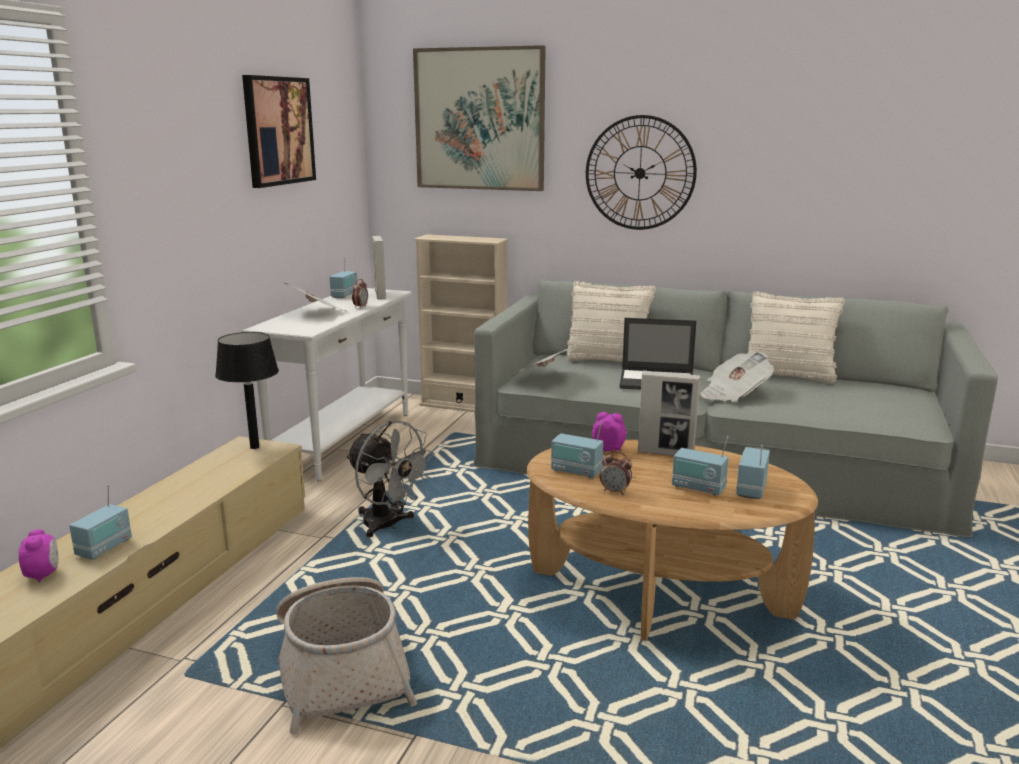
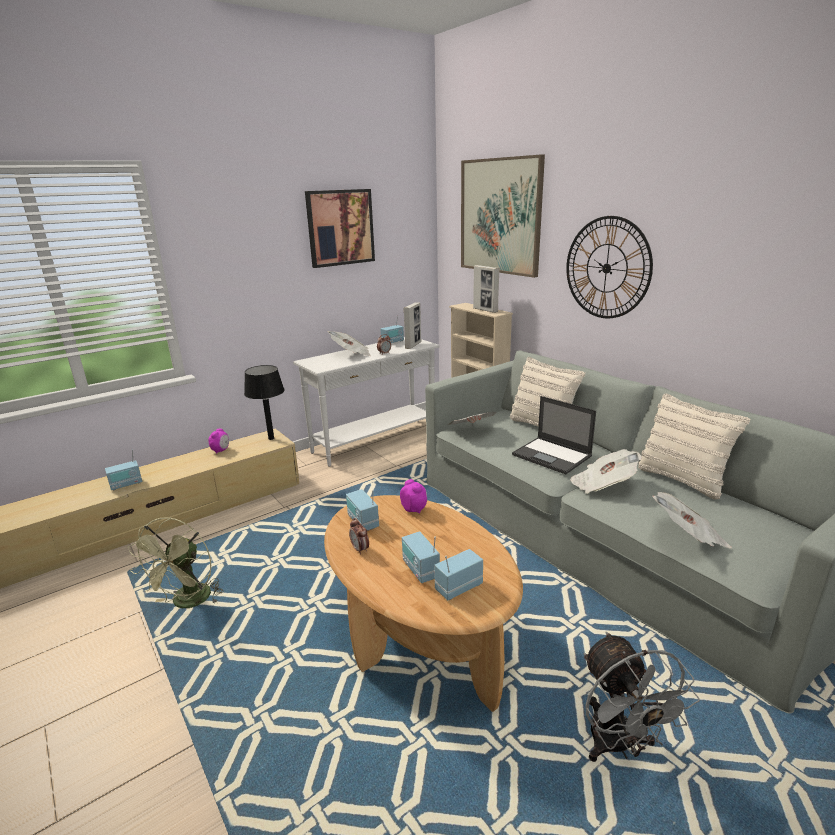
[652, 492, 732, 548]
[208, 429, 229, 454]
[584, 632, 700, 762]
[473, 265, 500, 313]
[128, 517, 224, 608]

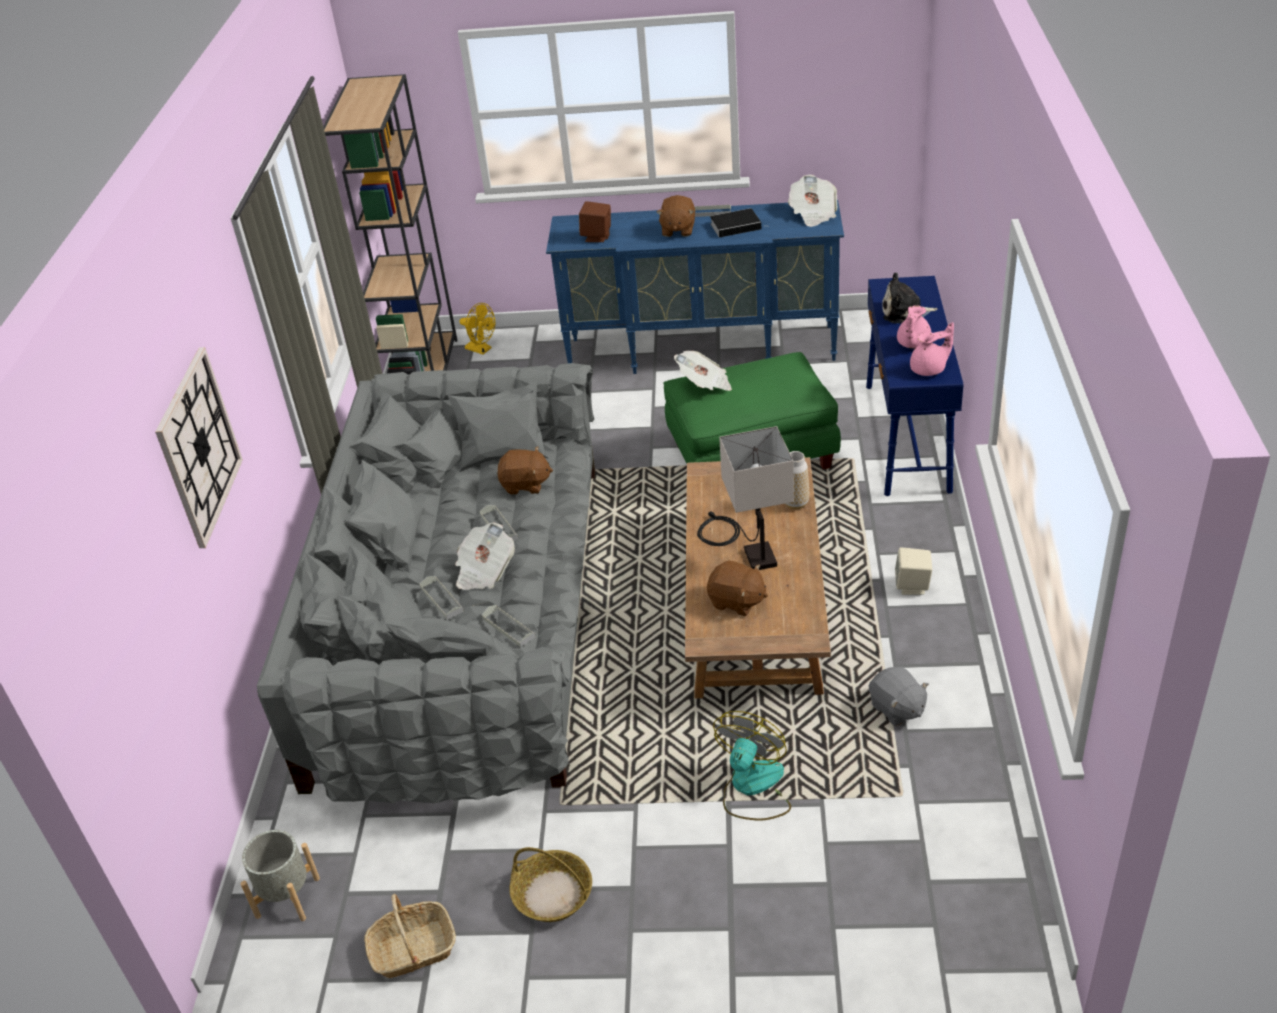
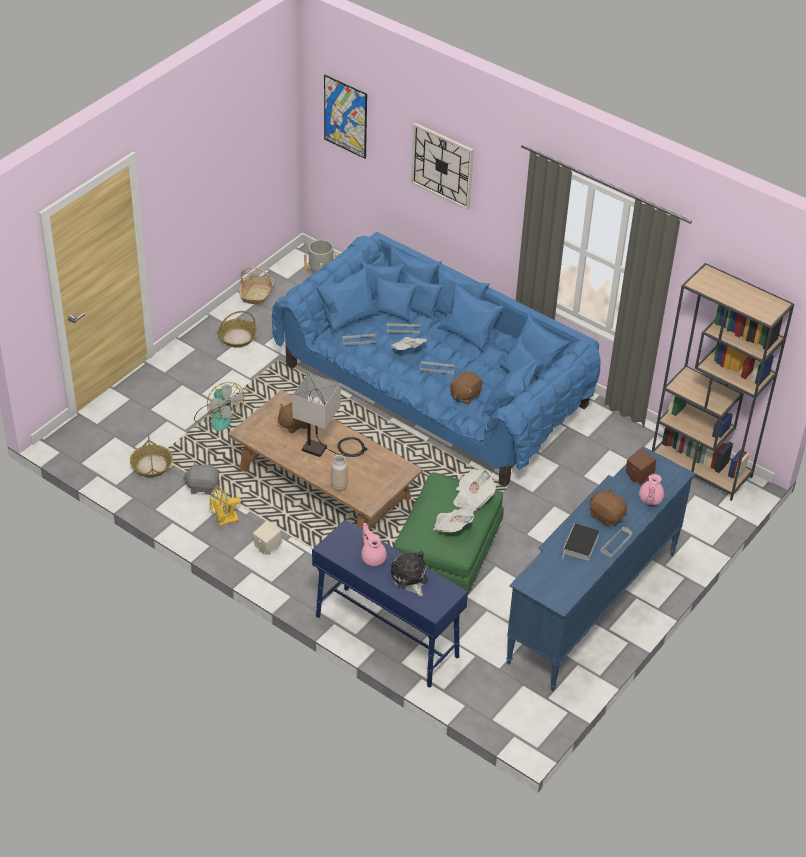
[130, 434, 173, 477]
[324, 75, 367, 159]
[209, 486, 241, 526]
[433, 508, 474, 532]
[639, 474, 664, 505]
[272, 232, 601, 487]
[390, 551, 428, 596]

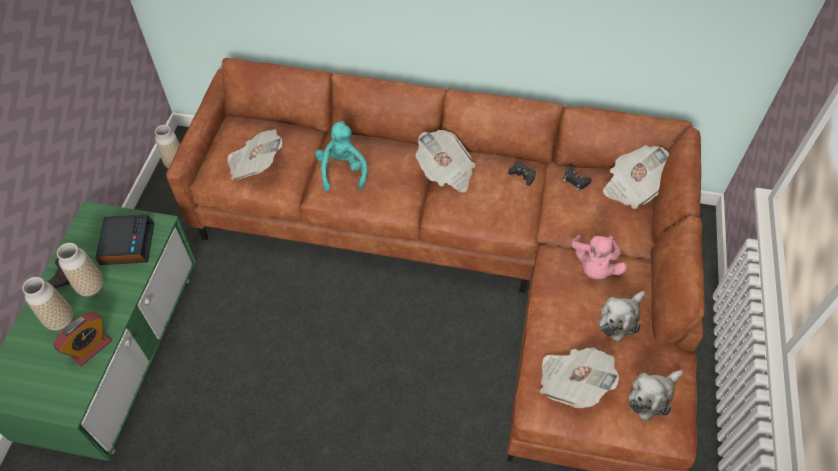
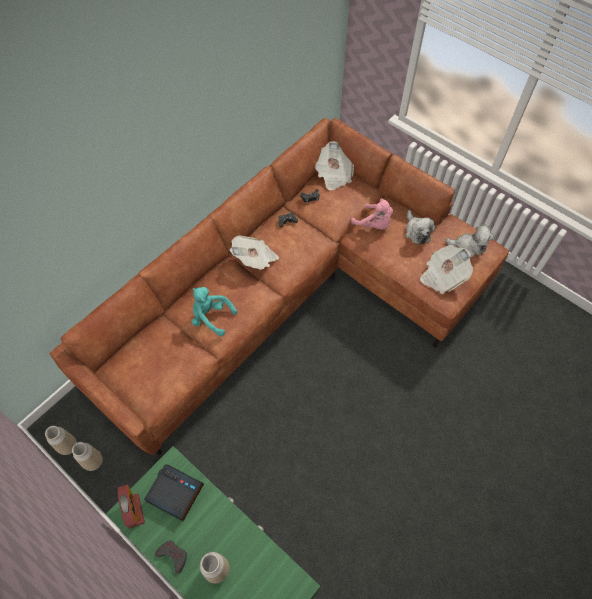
[227, 129, 282, 180] (first image)
[118, 485, 145, 529]
[72, 442, 103, 471]
[446, 224, 494, 257]

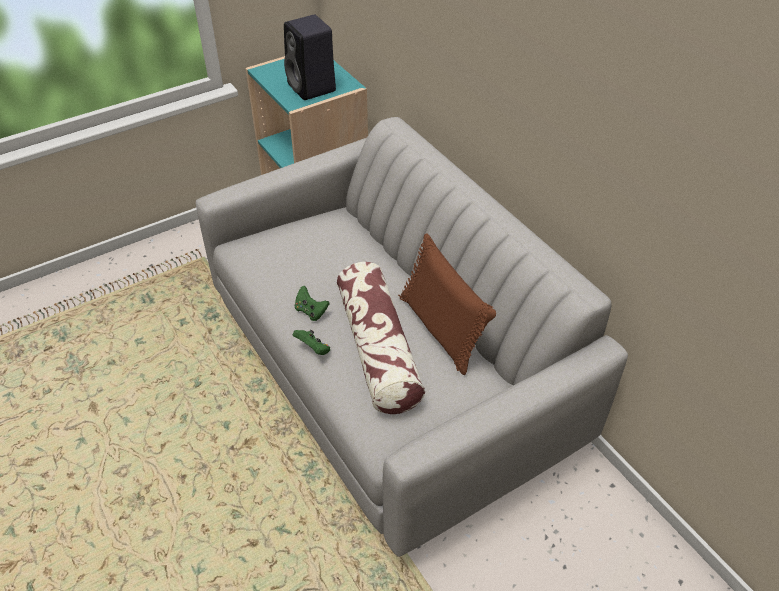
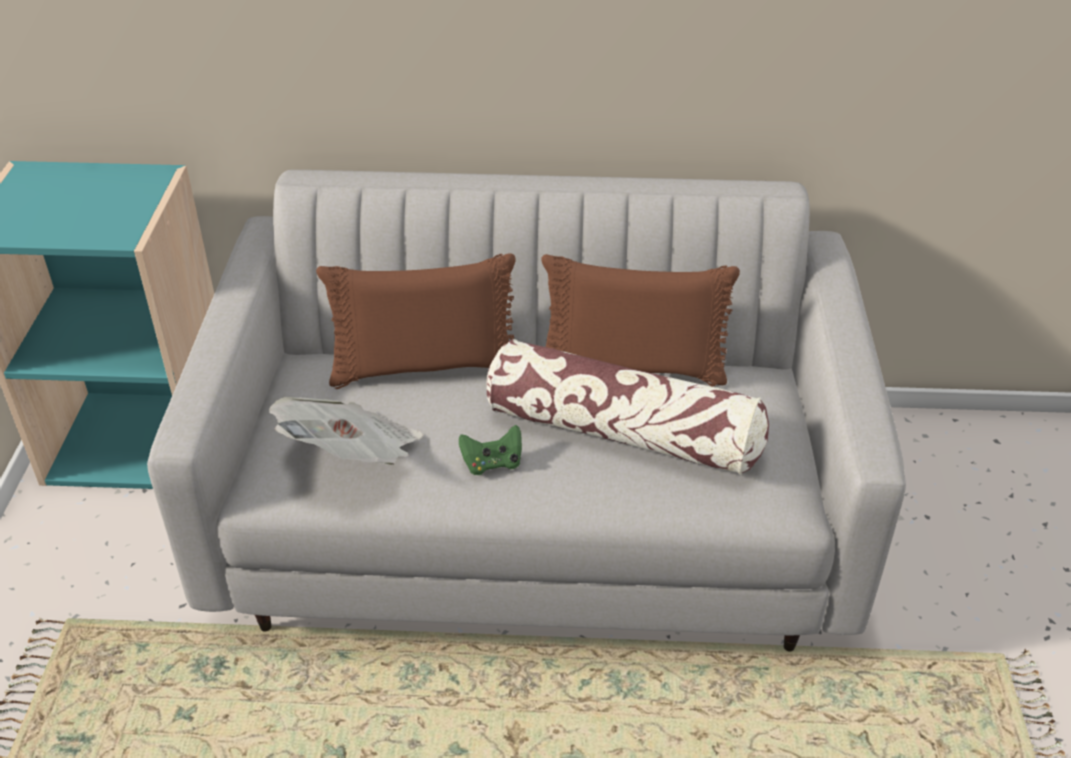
[284, 15, 336, 100] (first image)
[293, 330, 330, 355] (first image)
[269, 397, 423, 465]
[316, 253, 515, 389]

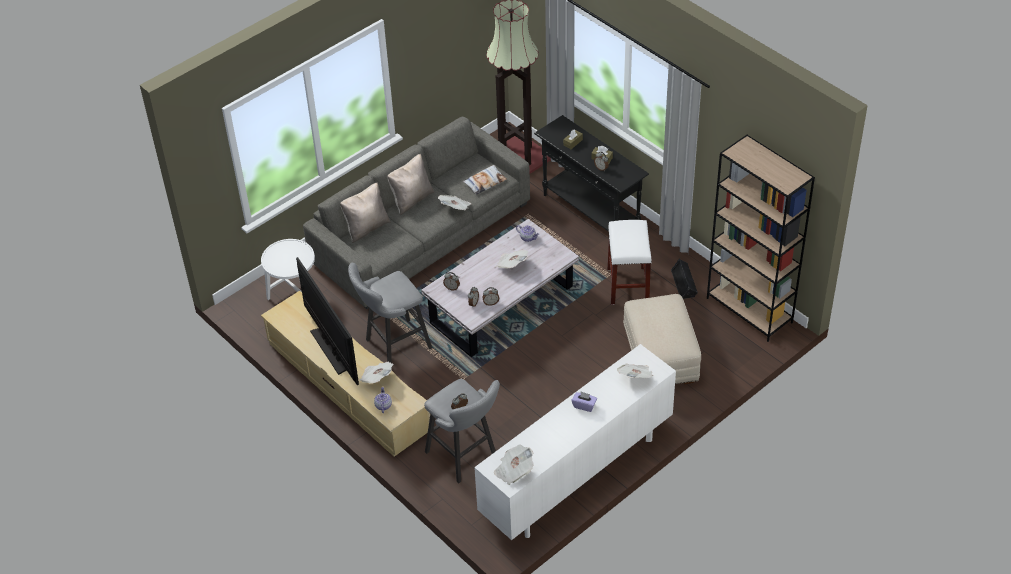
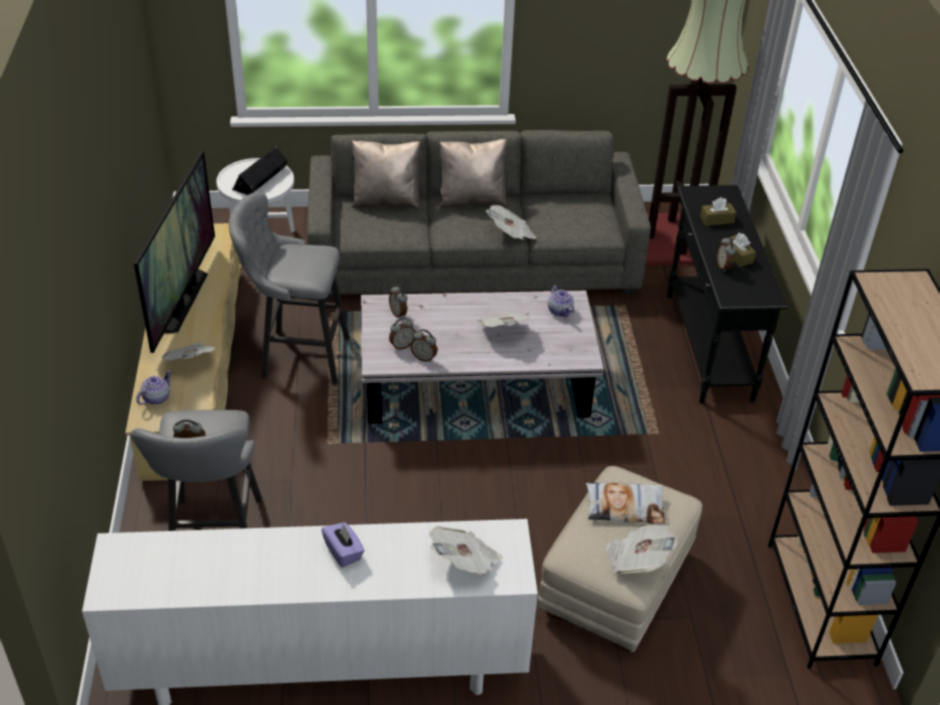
[607, 220, 652, 305] (first image)
[586, 482, 665, 524]
[605, 525, 677, 574]
[232, 146, 288, 195]

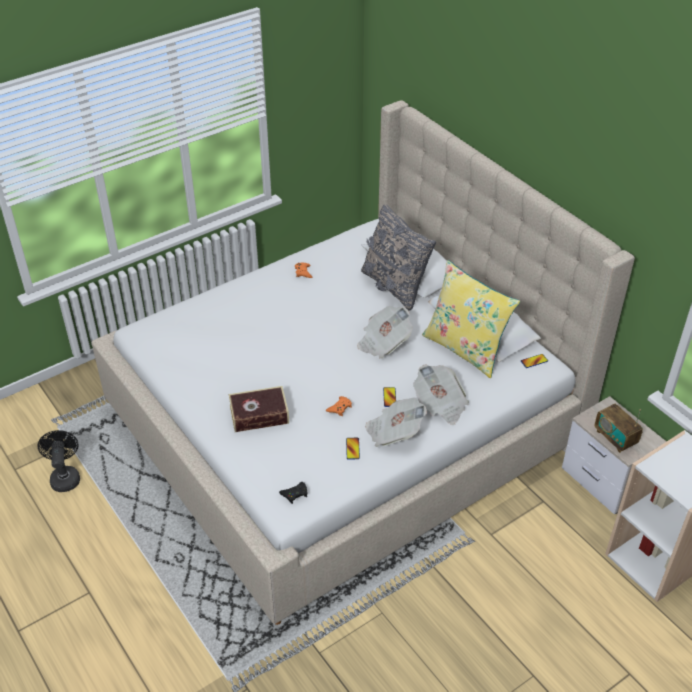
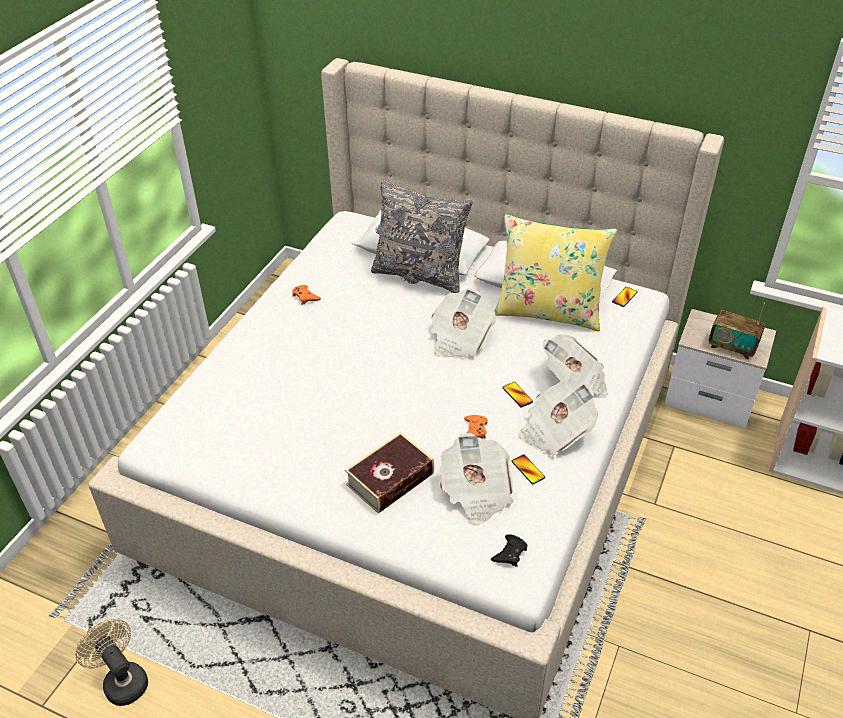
[439, 433, 514, 525]
[75, 619, 148, 706]

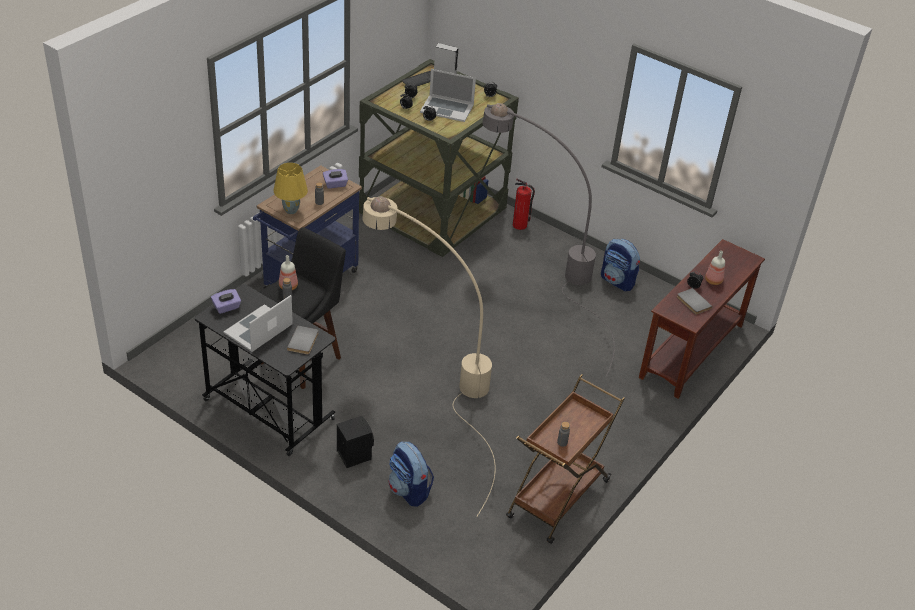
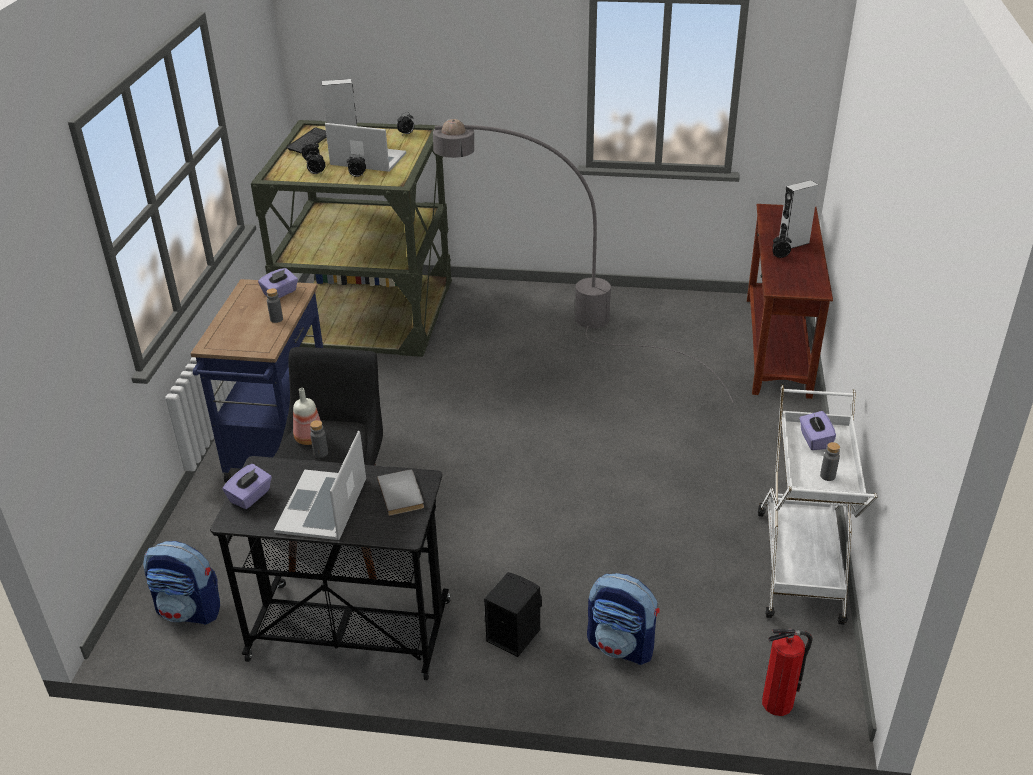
[274, 163, 308, 214] (first image)
[362, 197, 496, 517] (first image)
[677, 288, 712, 315] (first image)
[799, 411, 836, 450]
[762, 629, 813, 716]
[143, 541, 220, 625]
[779, 180, 819, 248]
[757, 384, 877, 625]
[325, 123, 406, 172]

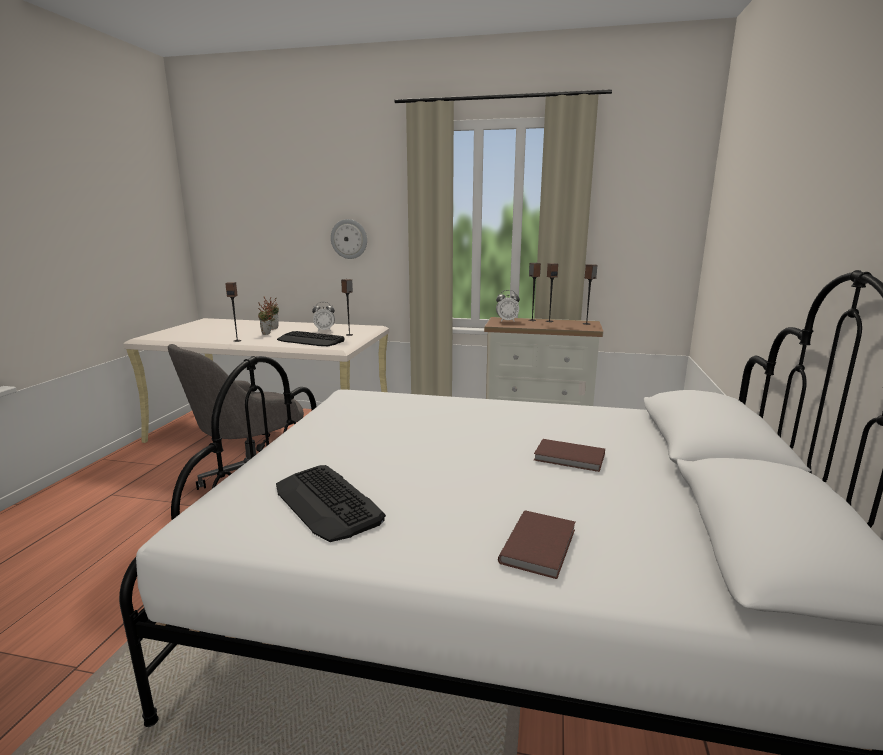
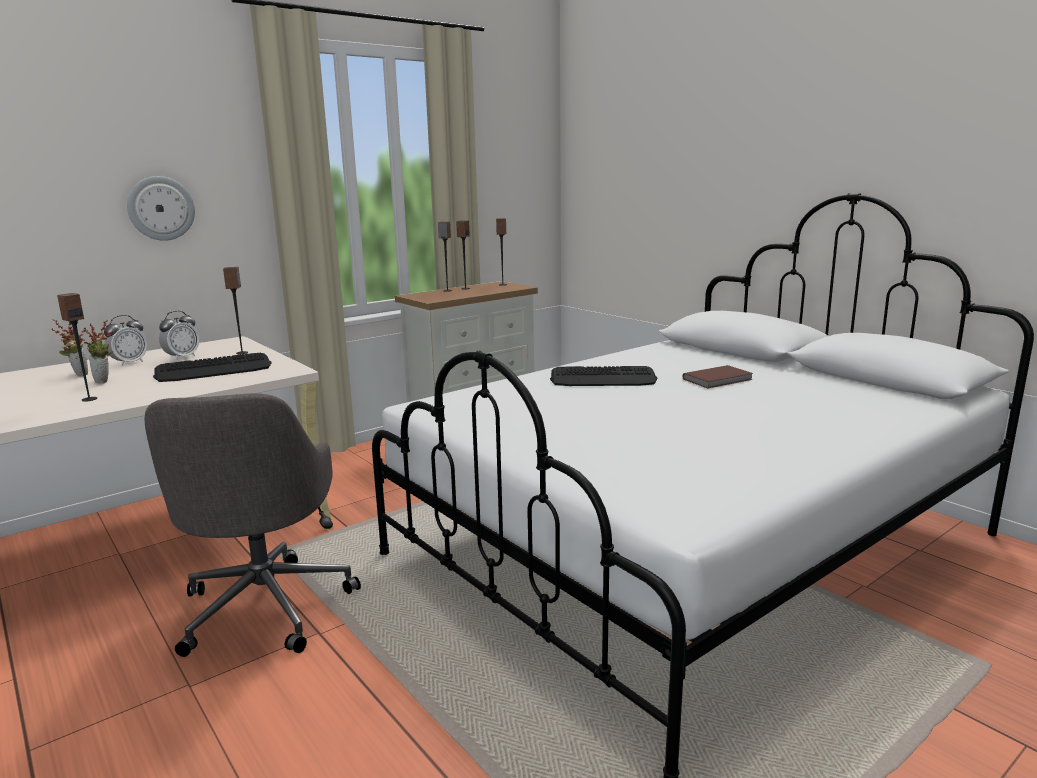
[498, 510, 575, 579] (first image)
[550, 366, 657, 386]
[104, 315, 147, 366]

